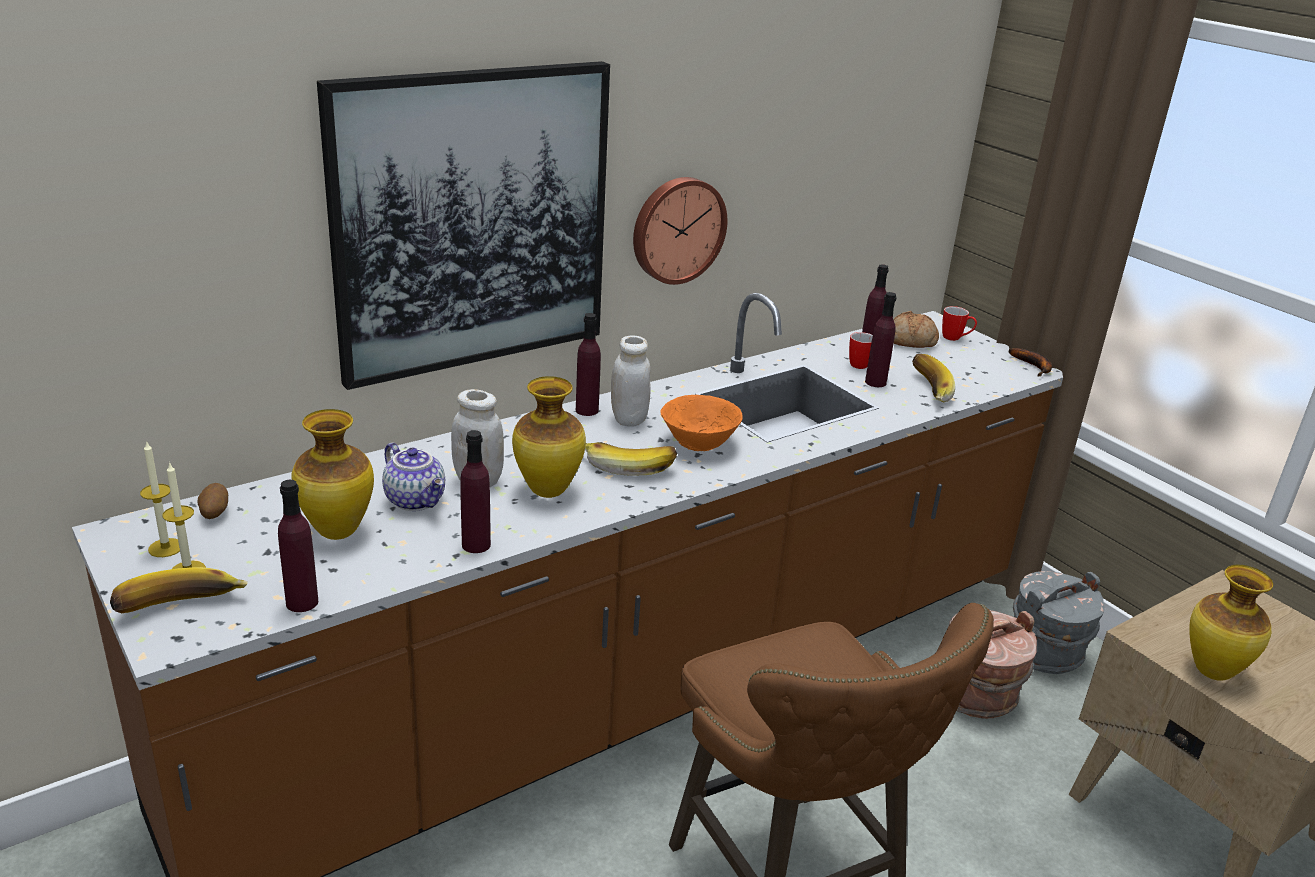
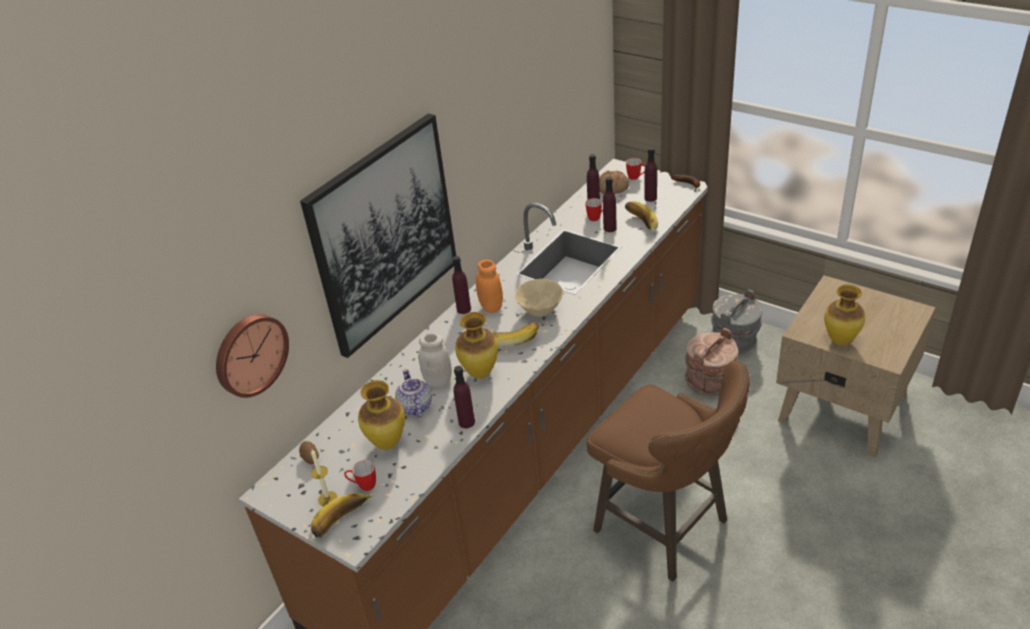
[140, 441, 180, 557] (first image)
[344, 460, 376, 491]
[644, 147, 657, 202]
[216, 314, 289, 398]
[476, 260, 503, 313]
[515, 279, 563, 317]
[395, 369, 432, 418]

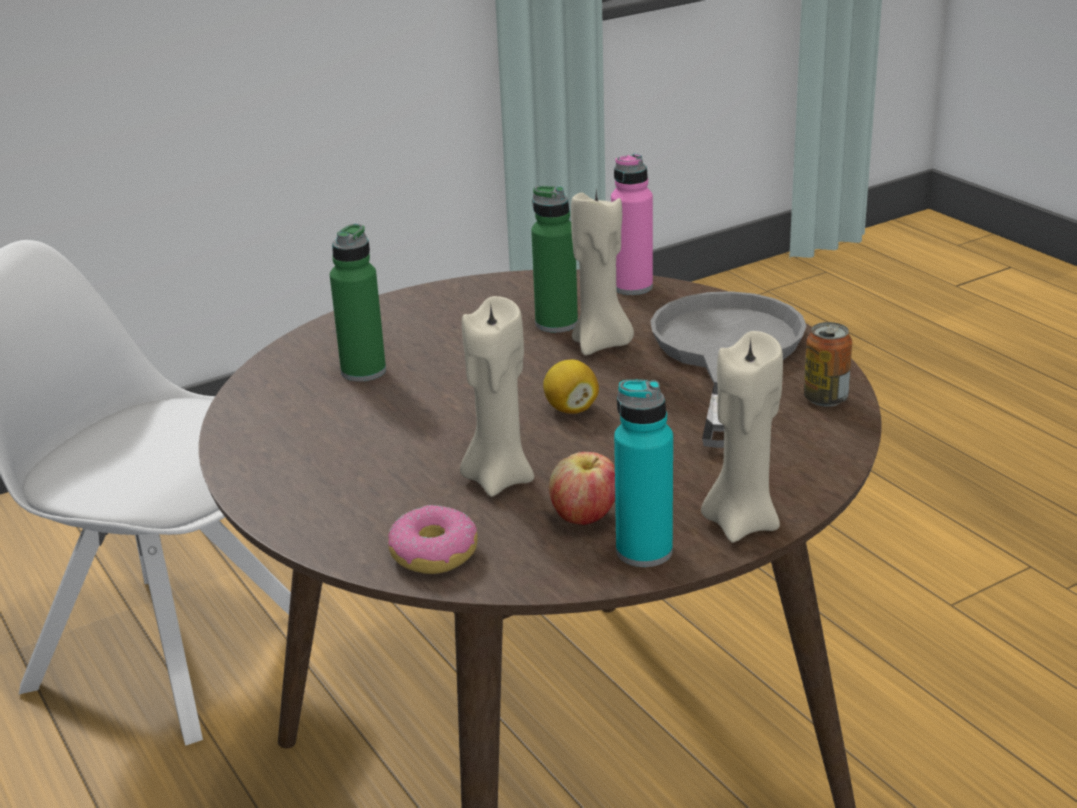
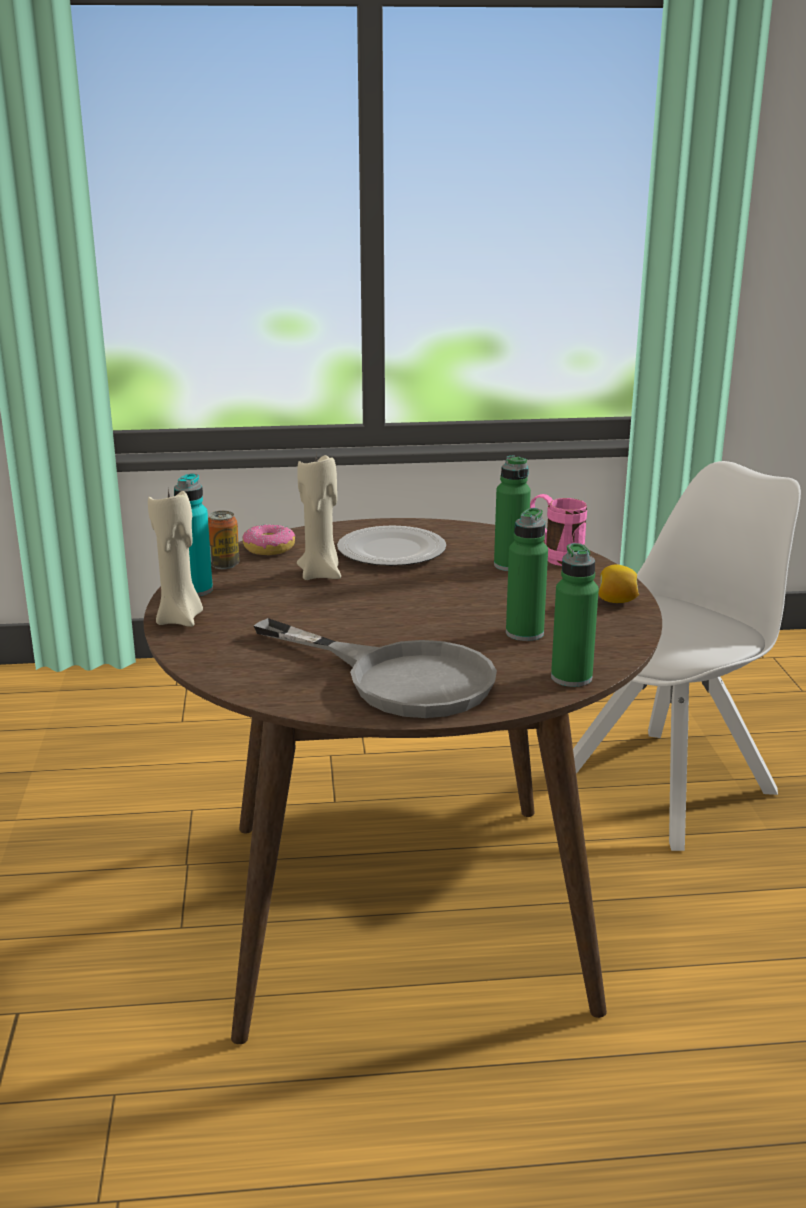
[549, 452, 615, 525] (first image)
[571, 189, 634, 355] (first image)
[337, 525, 446, 566]
[530, 494, 587, 566]
[598, 564, 639, 603]
[208, 511, 239, 569]
[551, 543, 599, 687]

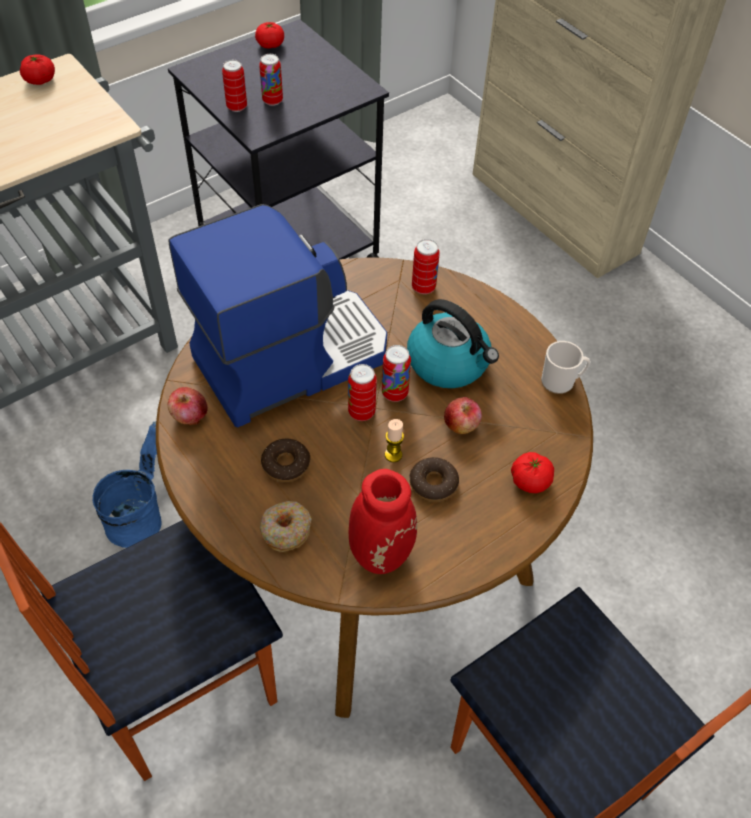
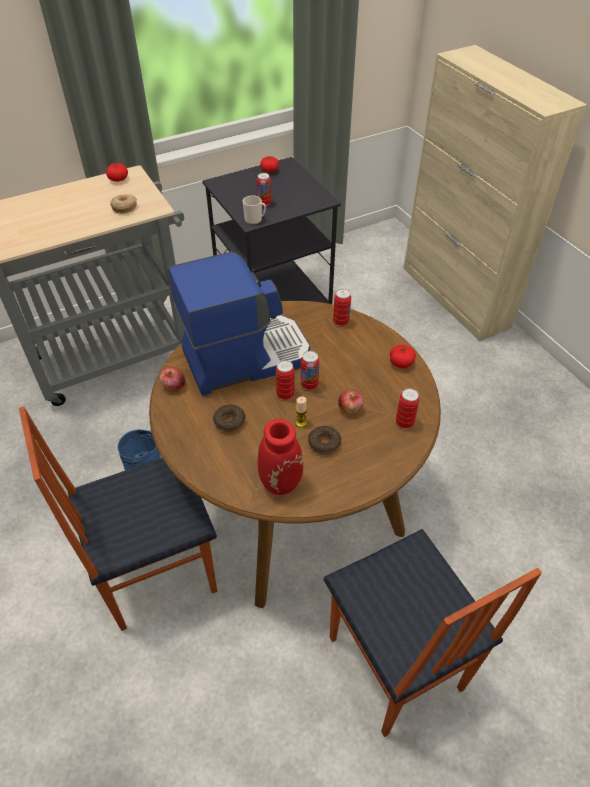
[407, 299, 499, 388] (first image)
[396, 388, 419, 429]
[110, 194, 137, 214]
[390, 345, 416, 368]
[243, 195, 266, 224]

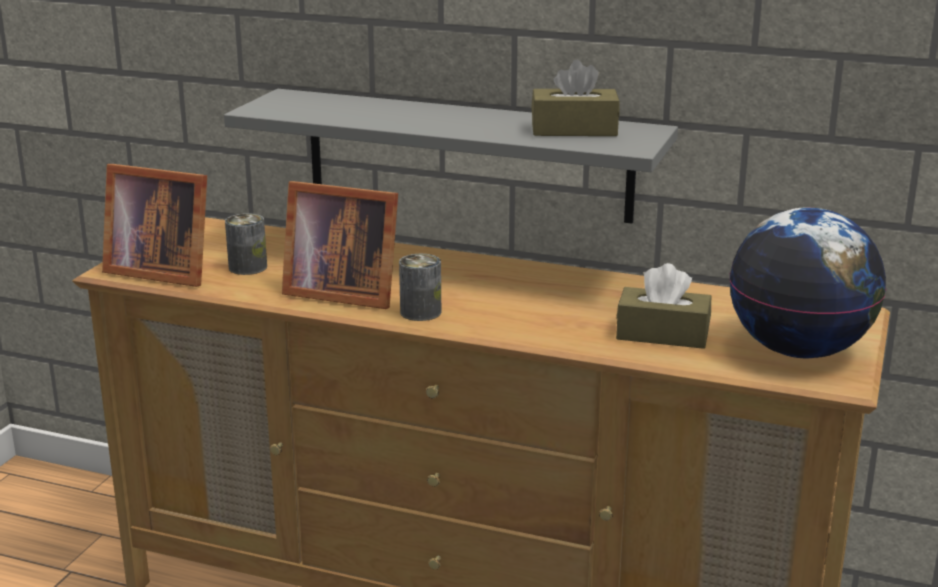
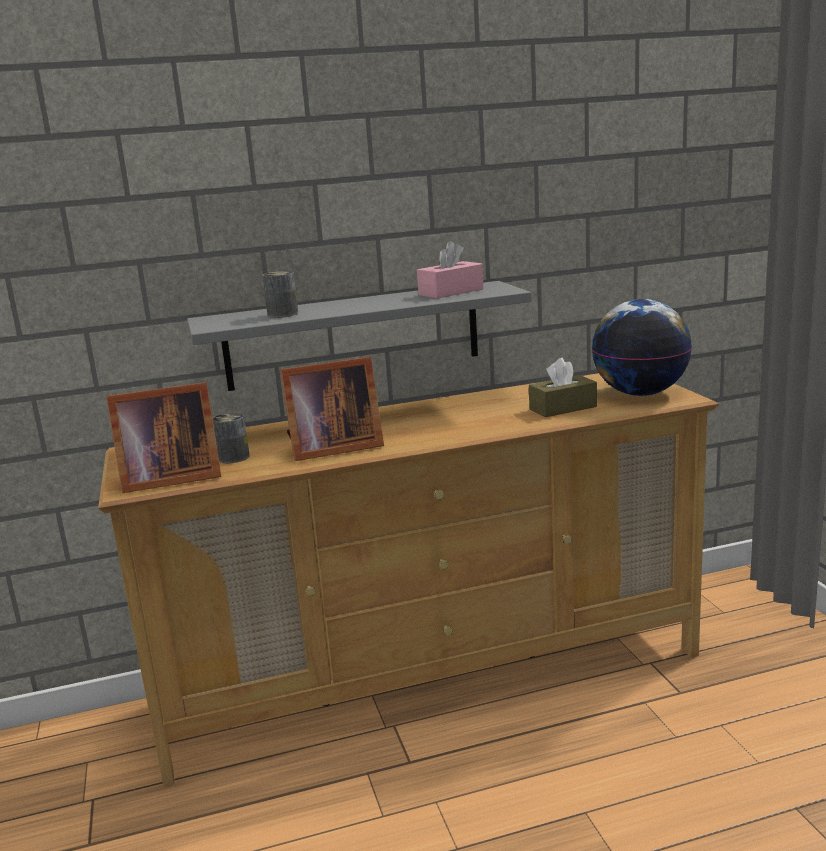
[263, 271, 298, 318]
[417, 241, 484, 299]

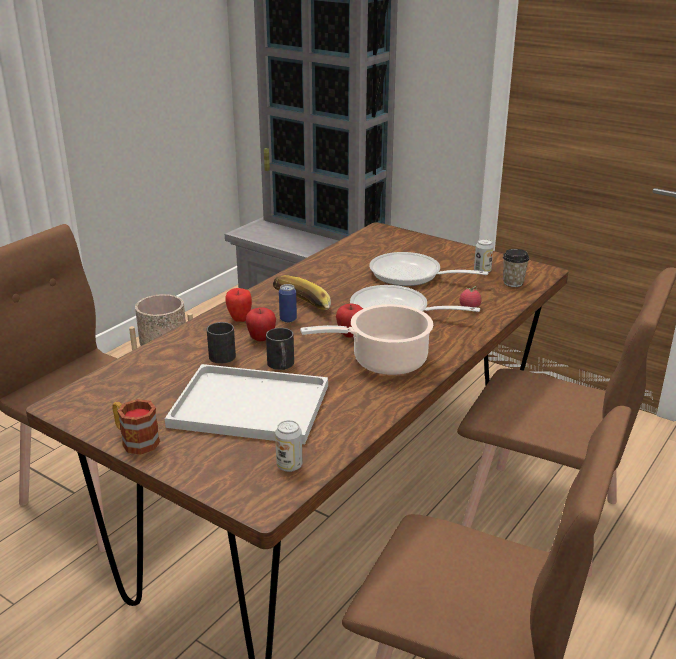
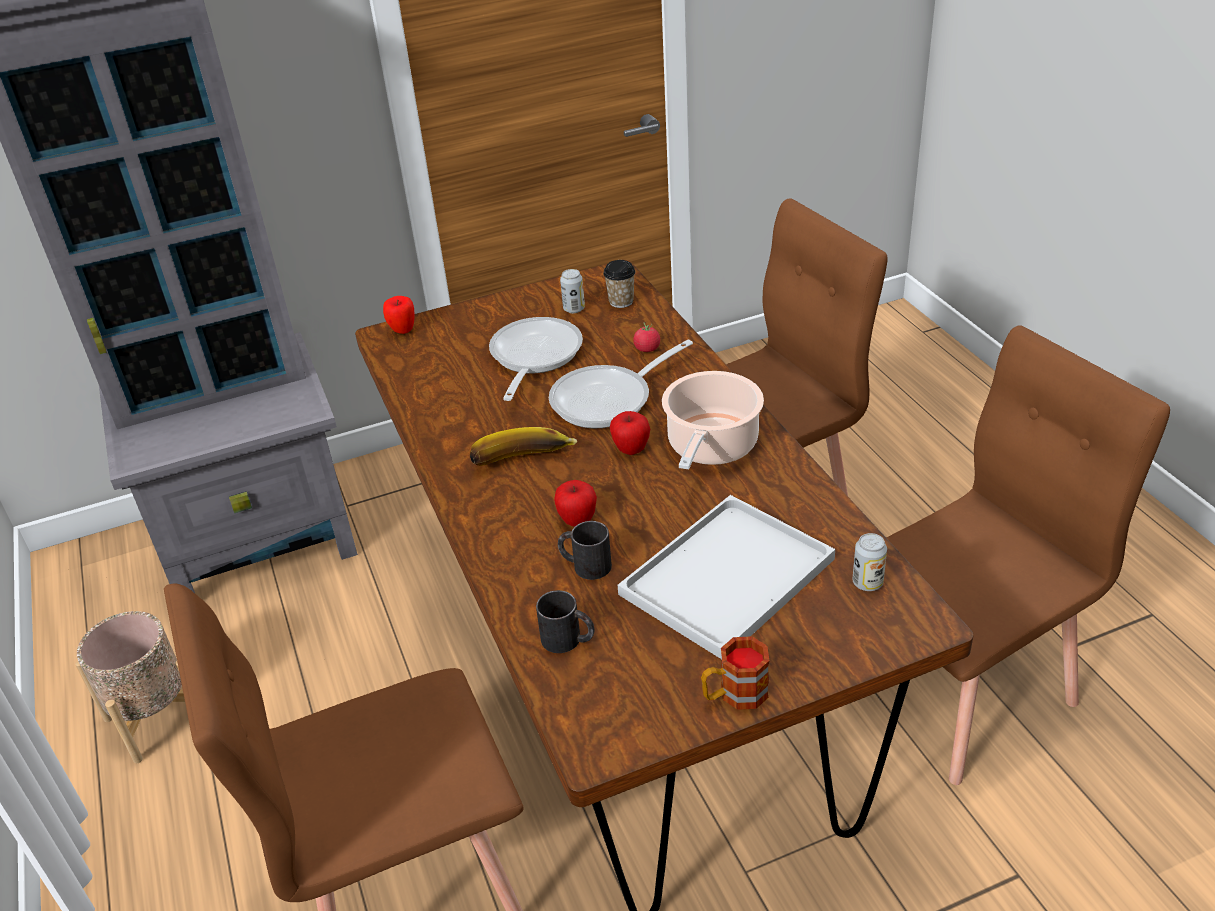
[279, 284, 297, 323] (first image)
[383, 296, 415, 334]
[536, 590, 594, 653]
[489, 317, 583, 401]

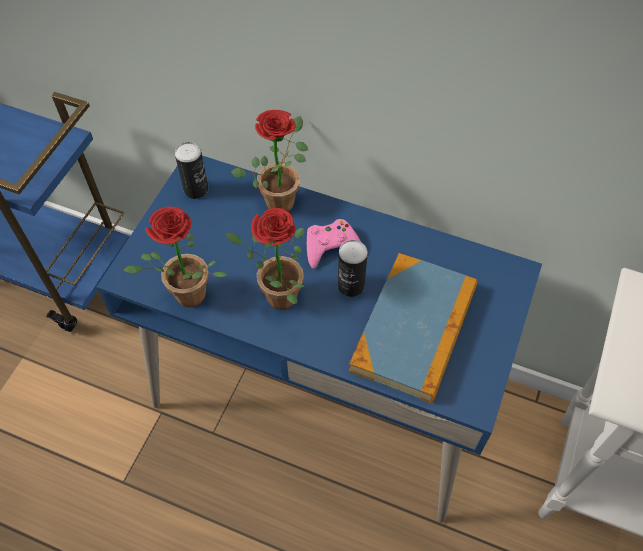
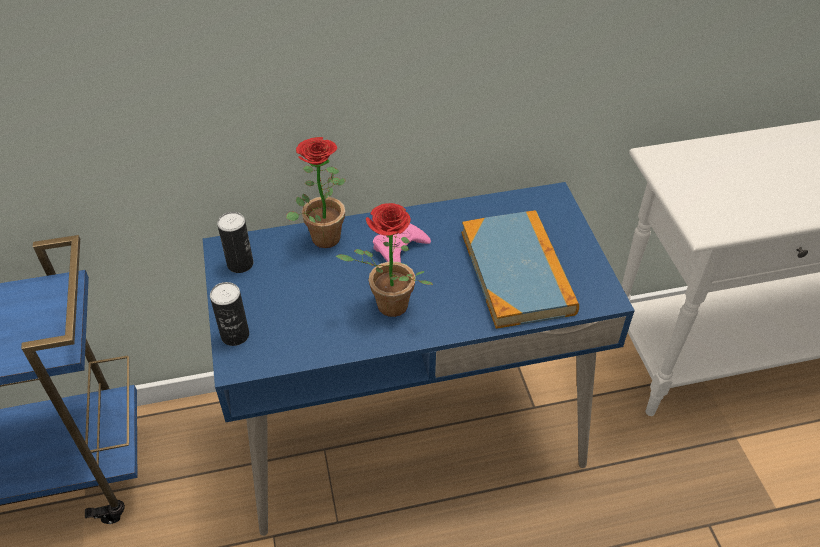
[124, 206, 227, 307] (first image)
[210, 282, 249, 346]

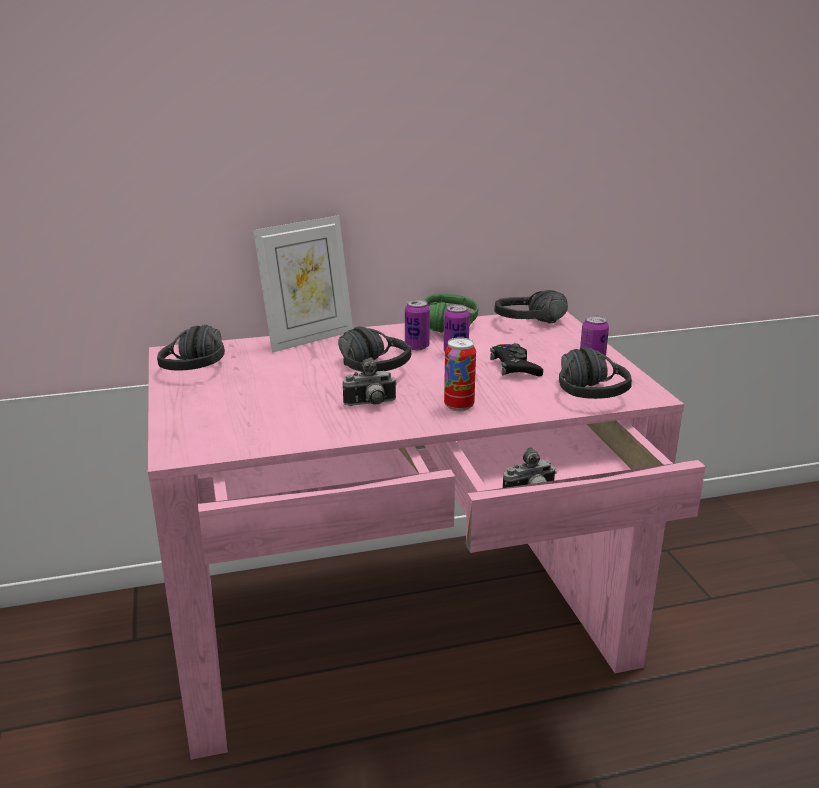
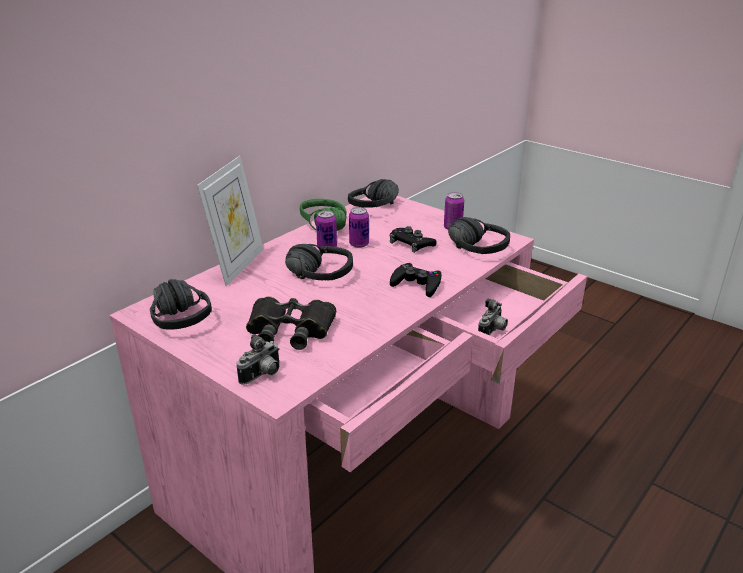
[246, 296, 336, 350]
[236, 334, 279, 385]
[390, 263, 441, 297]

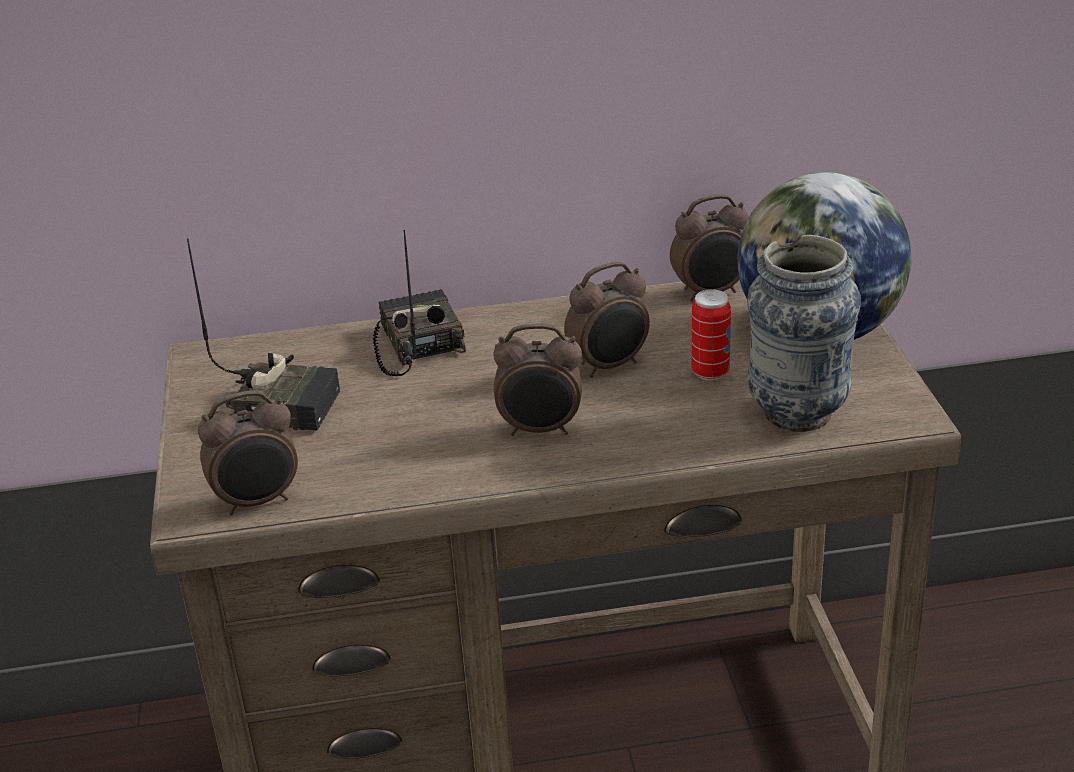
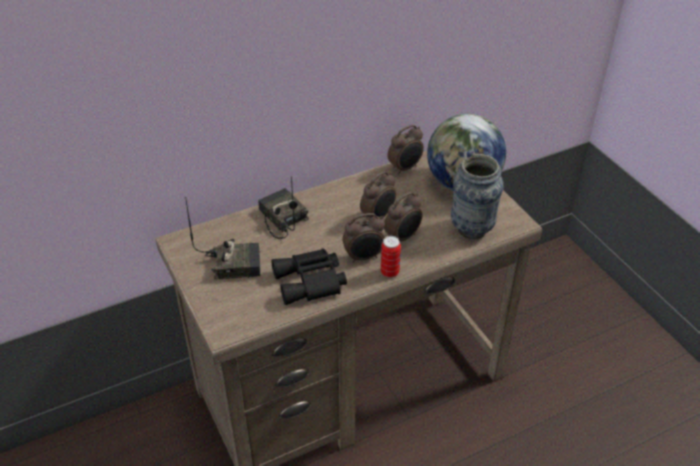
[271, 248, 347, 305]
[384, 192, 422, 241]
[381, 236, 401, 278]

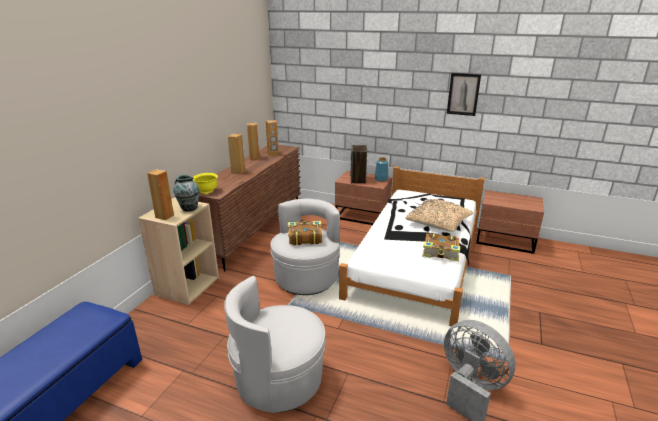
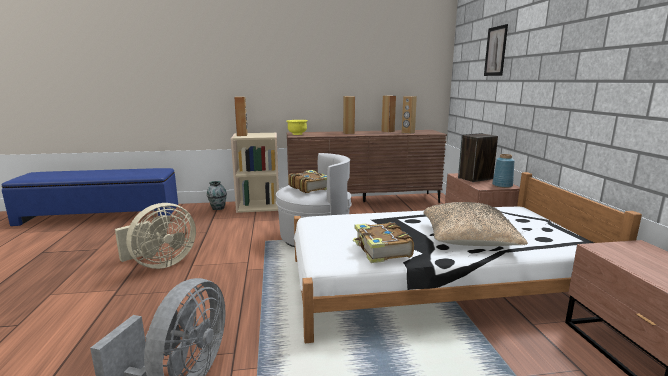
[207, 181, 227, 210]
[484, 24, 508, 76]
[115, 203, 196, 269]

